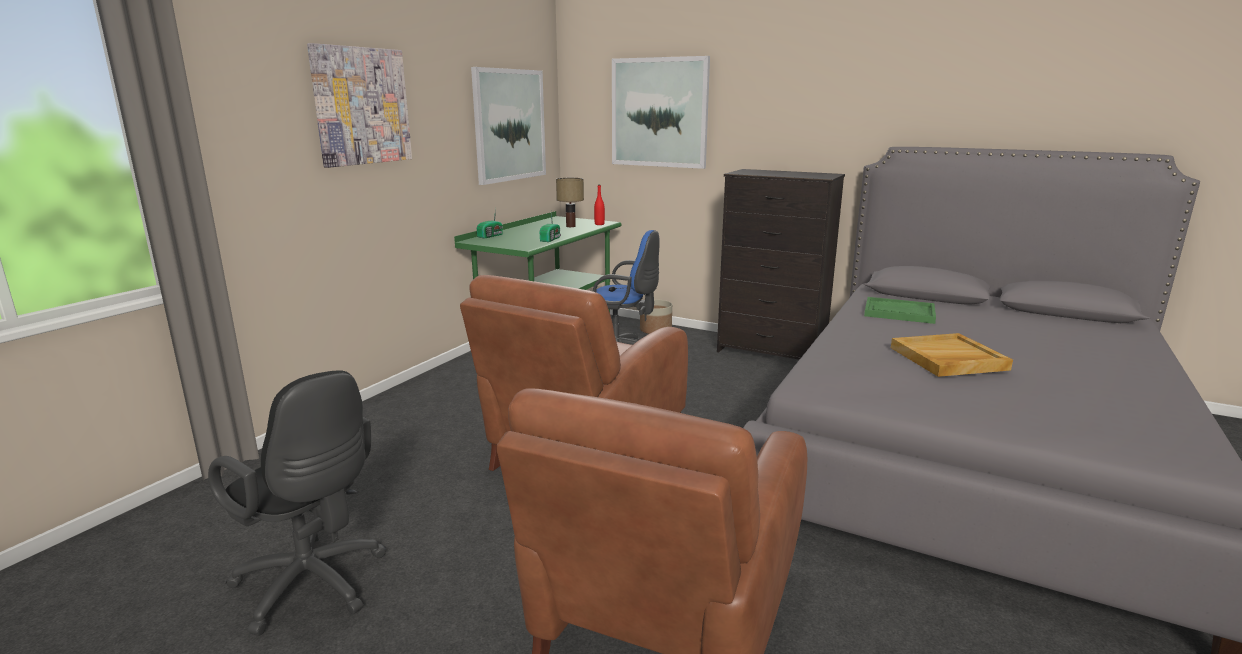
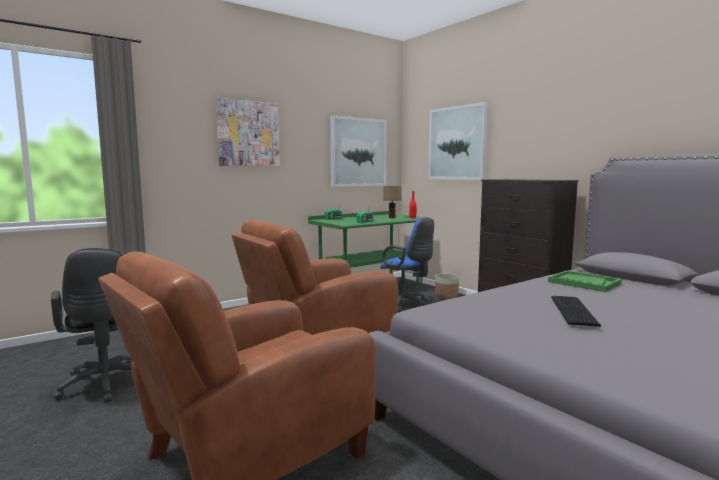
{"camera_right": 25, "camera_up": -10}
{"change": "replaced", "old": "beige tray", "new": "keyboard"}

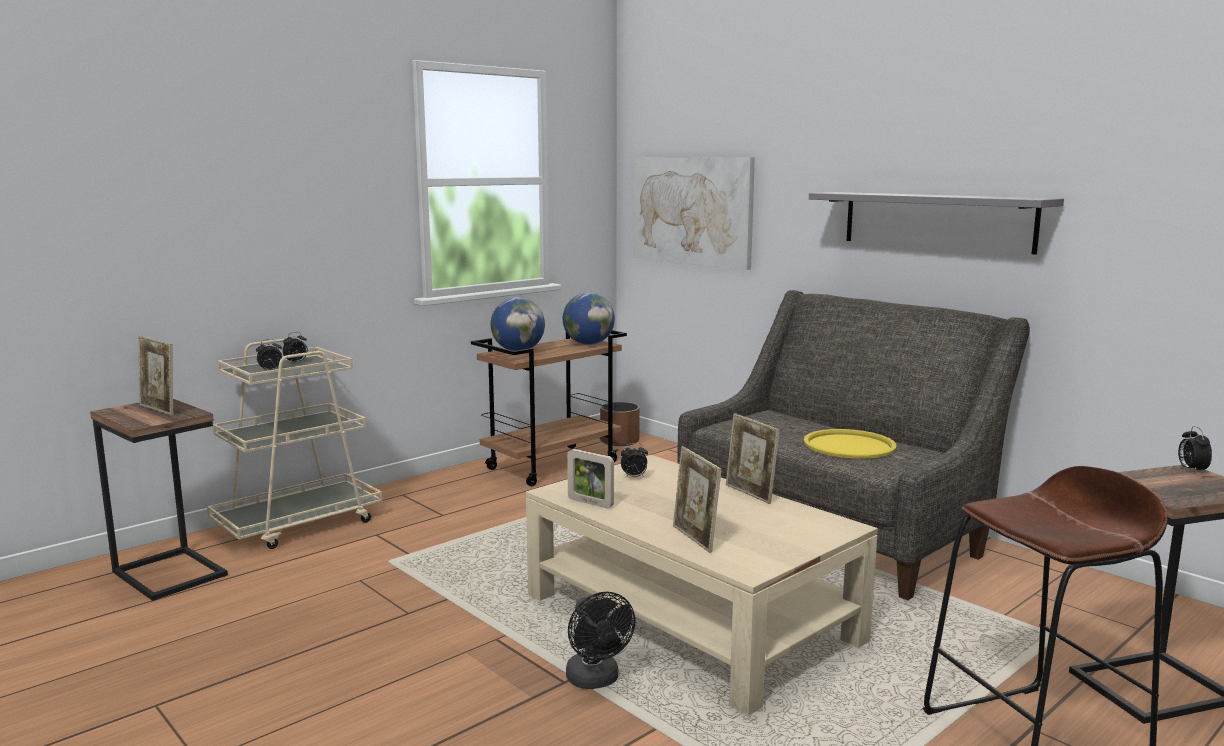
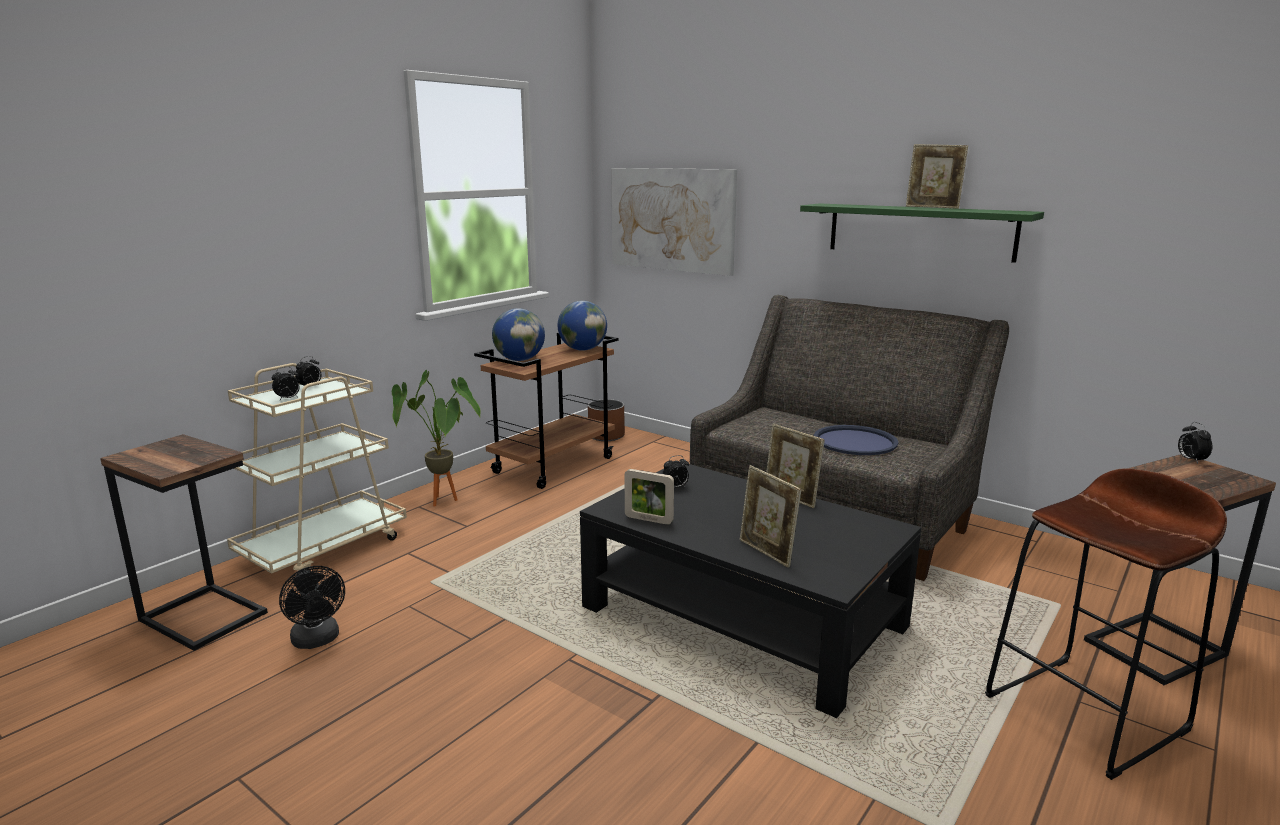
{"camera_right": -10, "camera_up": 5}
{"change": "moved", "old": "picture frame (1st from left in the first image)", "new": "picture frame (4th from left)"}
{"change": "recoloured", "old": "beige coffee table", "new": "black coffee table"}
{"change": "moved", "old": "black fan"}
{"change": "recoloured", "old": "yellow tray", "new": "blue tray"}
{"change": "recoloured", "old": "grey shelf", "new": "green shelf"}
{"change": "added", "new": "potted plant"}

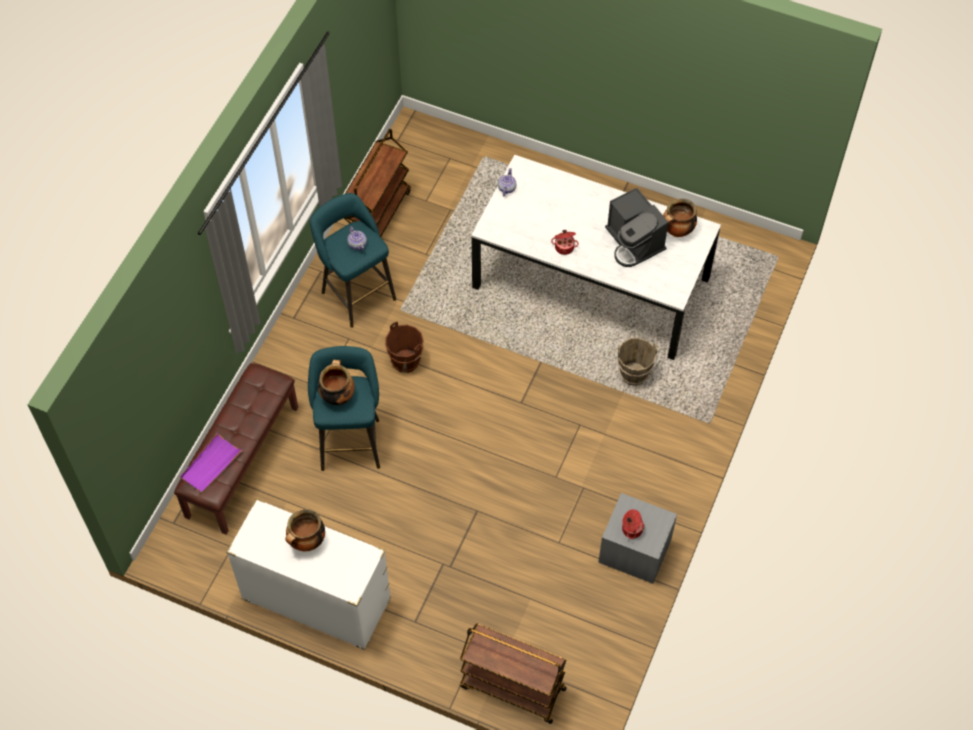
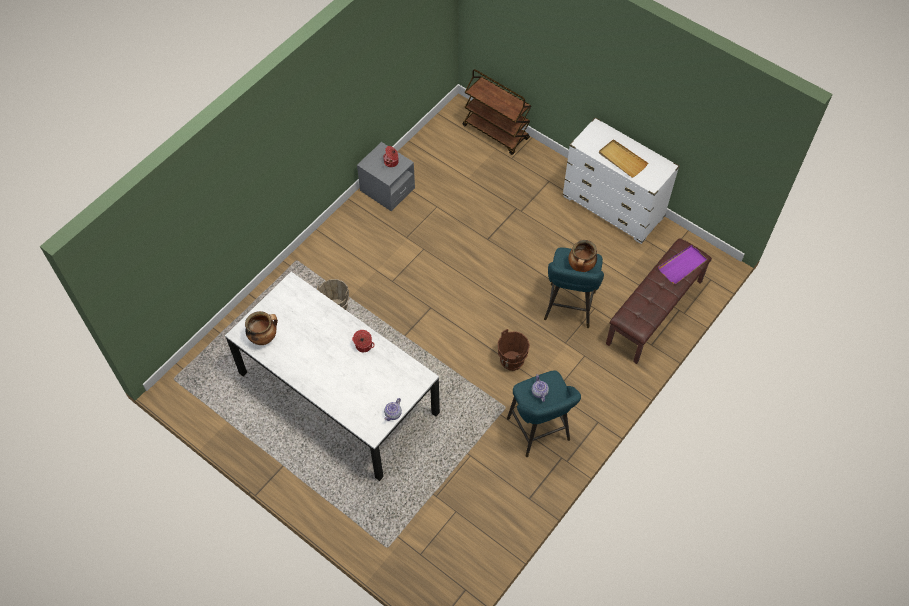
{"camera_right": -165, "camera_up": 0}
{"change": "replaced", "old": "cooking pot (1st from left)", "new": "beige tray"}
{"change": "removed", "old": "brown cart (1st from left)"}
{"change": "removed", "old": "coffee machine"}

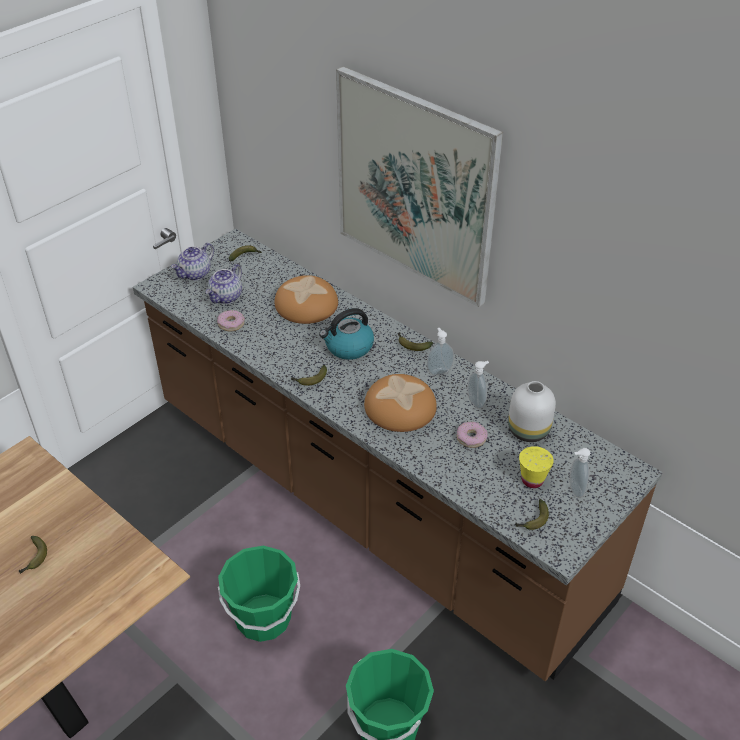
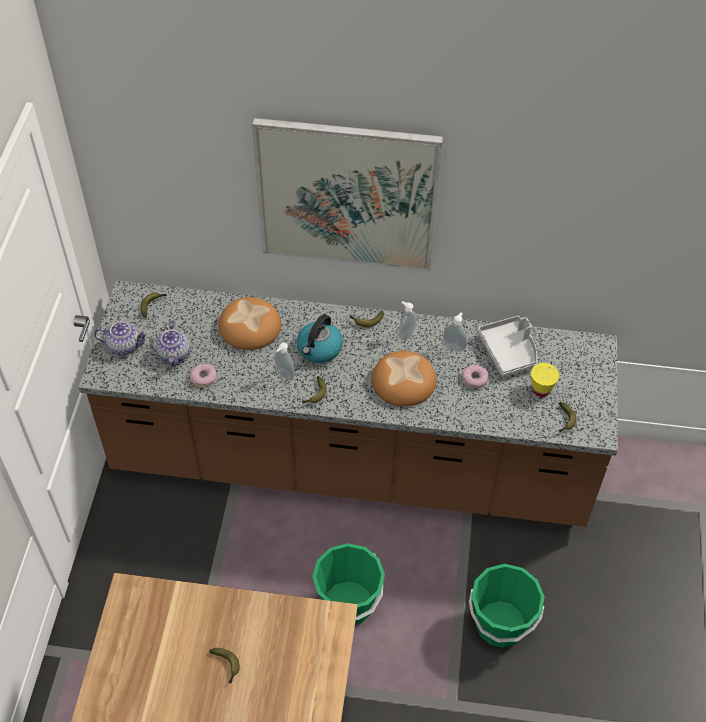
{"camera_right": -35, "camera_up": 10}
{"change": "turned", "old": "teapot (1st from left)", "degrees": -90}
{"change": "replaced", "old": "white vase", "new": "grey tray"}
{"change": "moved", "old": "soap dispenser (3rd from left in the first image)", "new": "soap dispenser (1st from left)"}

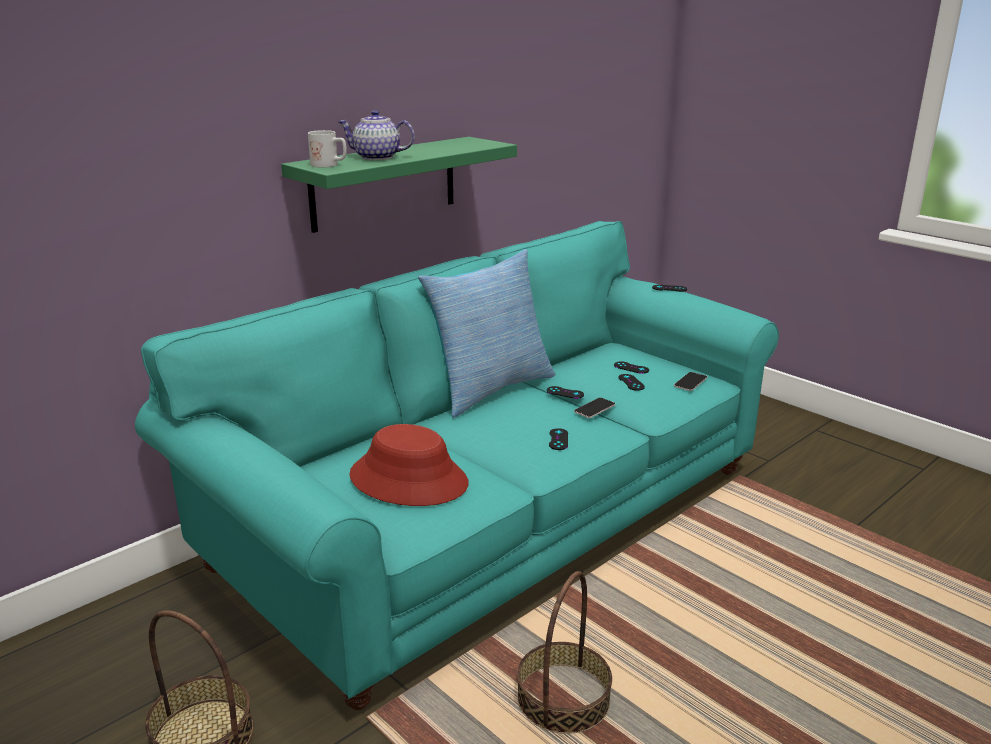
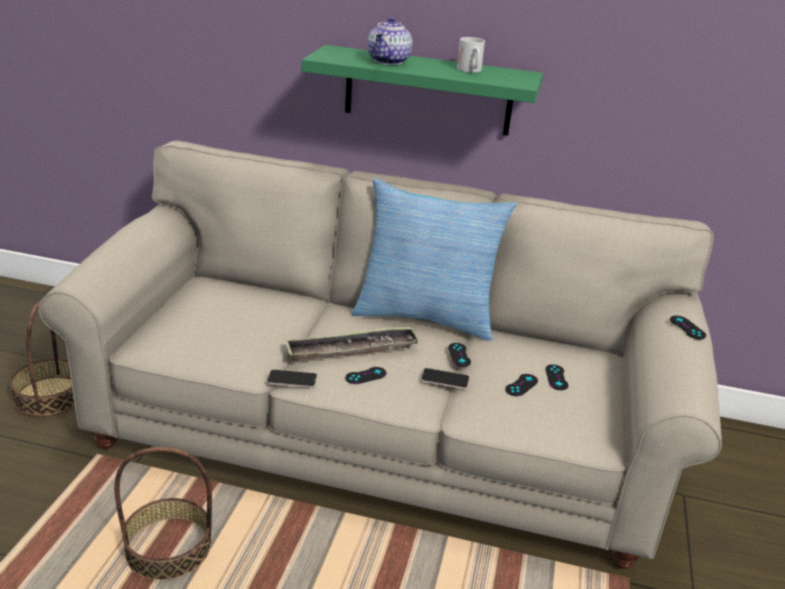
{"camera_right": 55, "camera_up": 5}
{"change": "recoloured", "old": "turquoise sofa", "new": "beige sofa"}
{"change": "moved", "old": "white mug"}
{"change": "turned", "old": "teapot", "degrees": -135}
{"change": "removed", "old": "red hat"}
{"change": "moved", "old": "phone (2nd from left in the first image)", "new": "phone (1st from left)"}
{"change": "added", "new": "tray"}

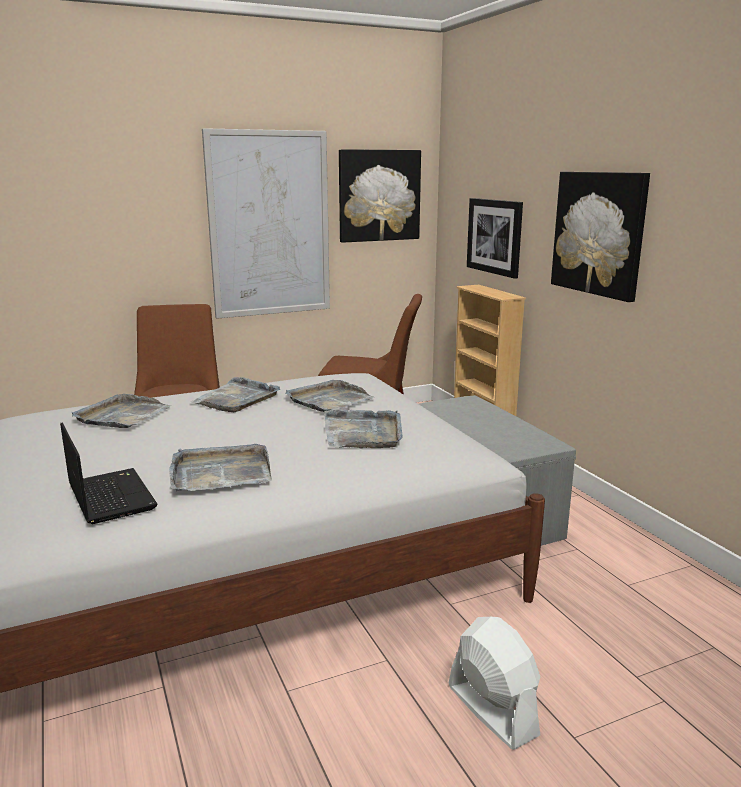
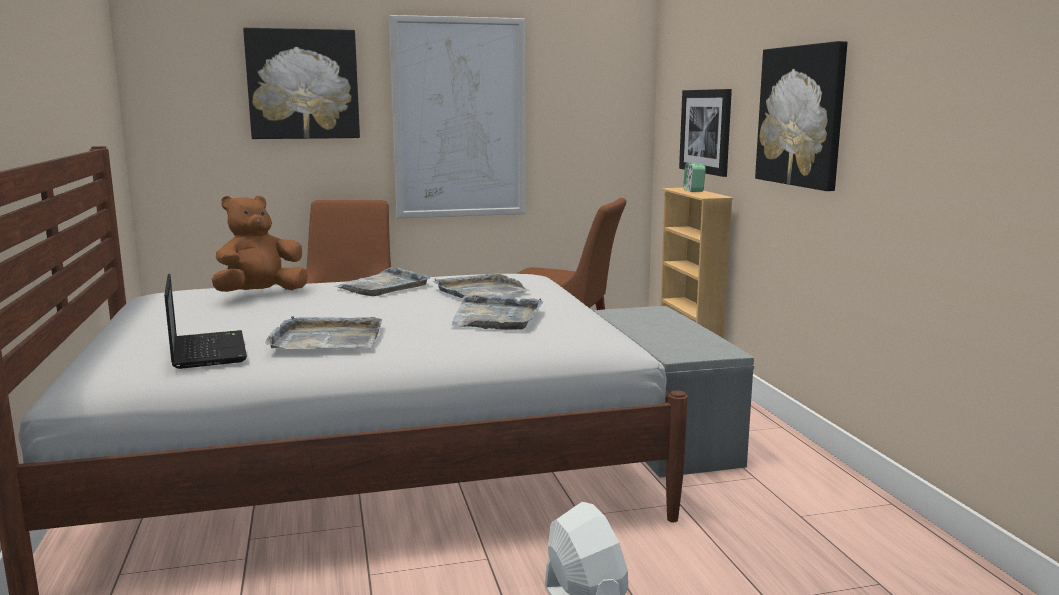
{"camera_right": 10, "camera_up": -5}
{"change": "replaced", "old": "grey tray (1st from left)", "new": "brown plush toy"}
{"change": "moved", "old": "picture (2nd from left in the first image)", "new": "picture (1st from left)"}
{"change": "added", "new": "alarm clock"}

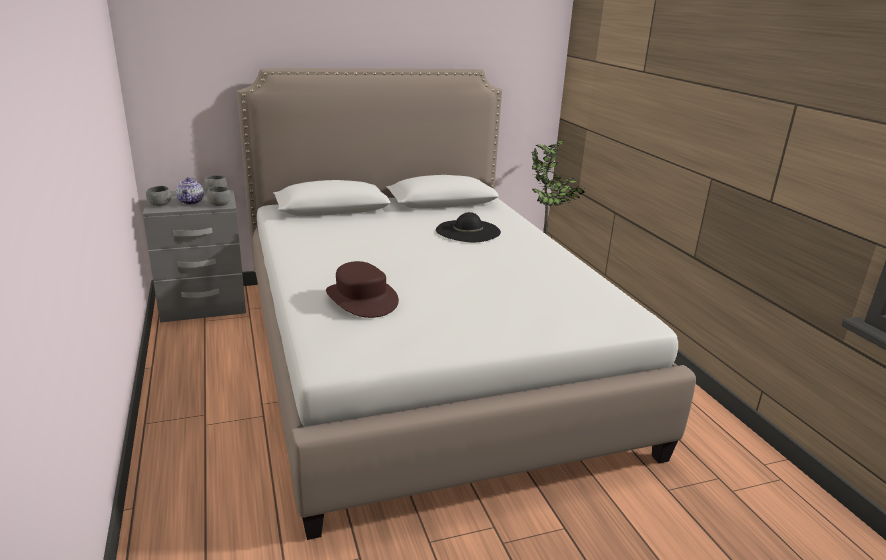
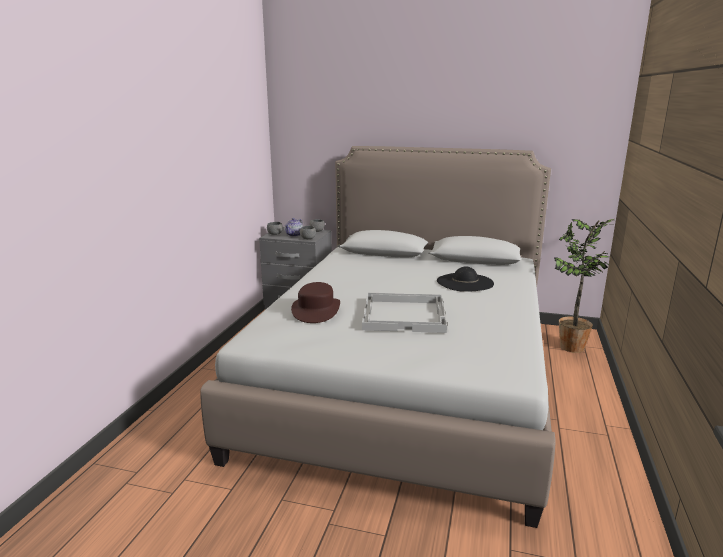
{"camera_right": 35, "camera_up": -5}
{"change": "added", "new": "white tray"}

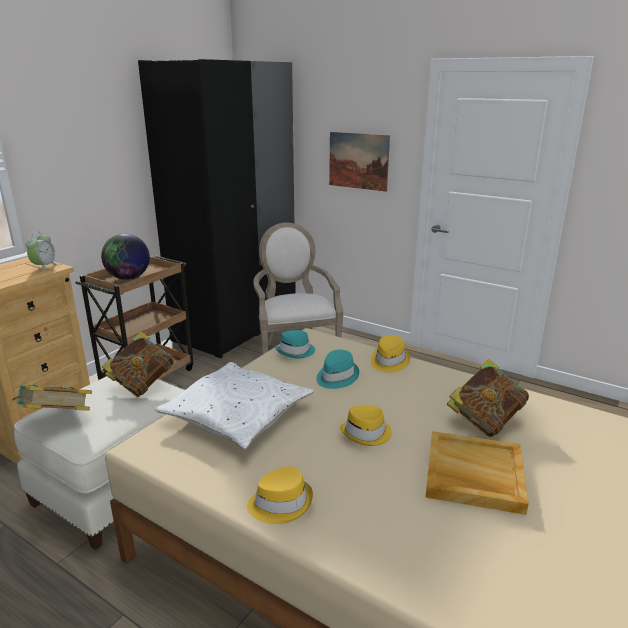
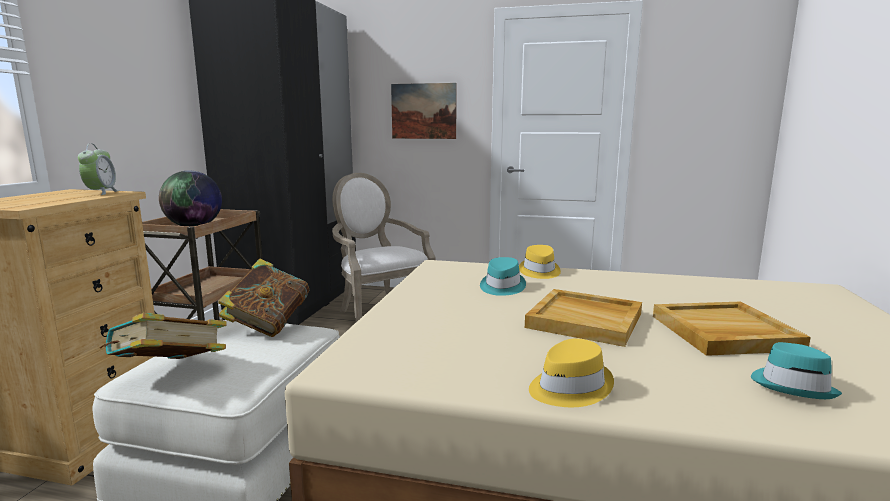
{"camera_right": -20, "camera_up": -10}
{"change": "removed", "old": "white pillow"}
{"change": "moved", "old": "turquoise hat (1st from left in the first image)", "new": "turquoise hat (2nd from left)"}
{"change": "replaced", "old": "yellow hat (2nd from left)", "new": "beige tray (1st from left)"}
{"change": "removed", "old": "book (3rd from left)"}

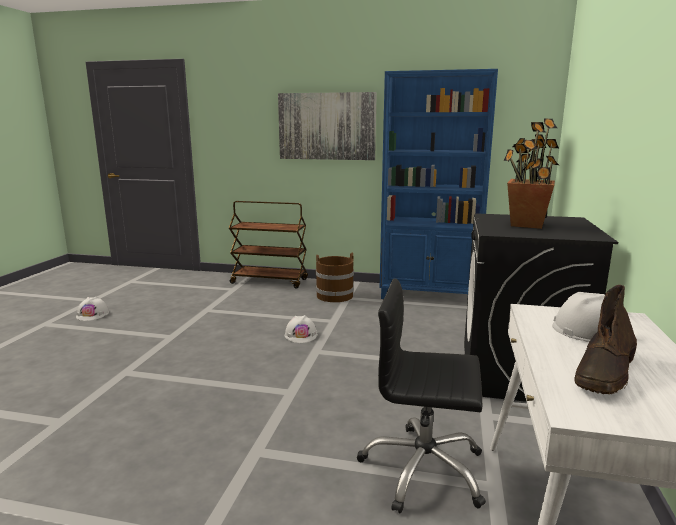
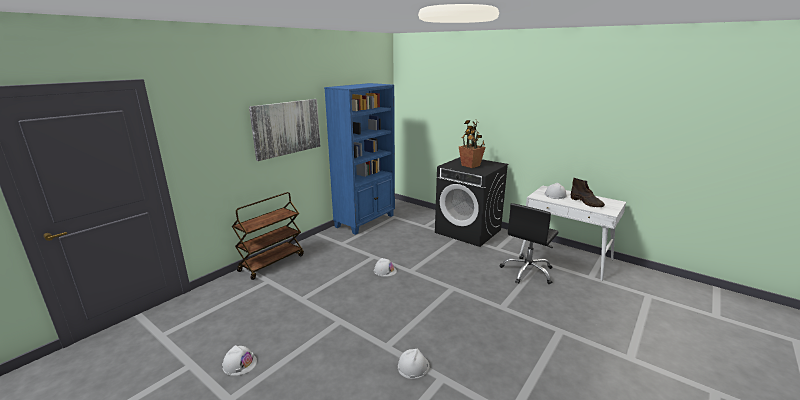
{"camera_right": -65, "camera_up": 5}
{"change": "removed", "old": "brown bucket"}
{"change": "added", "new": "white hard hat (3rd from left)"}

